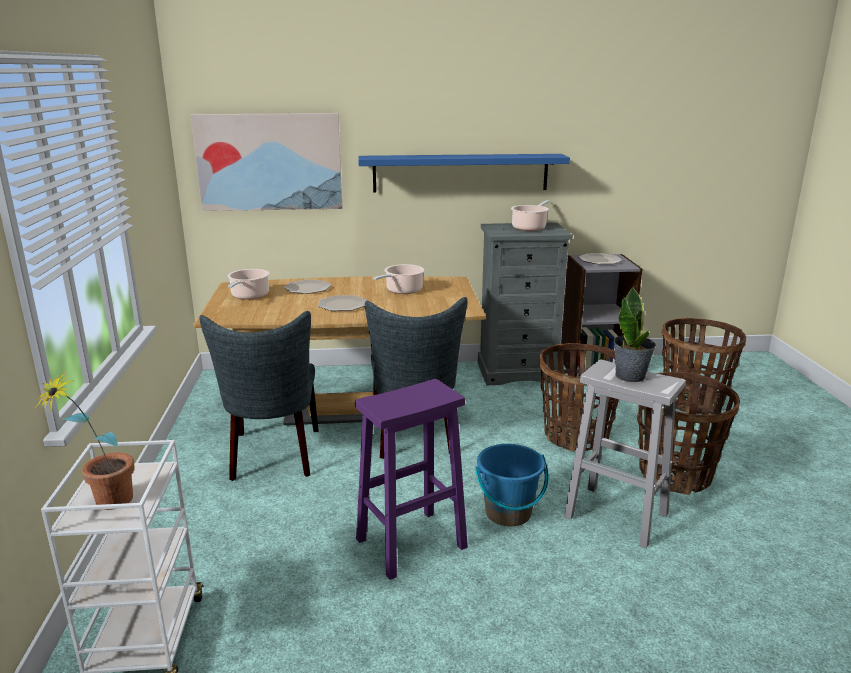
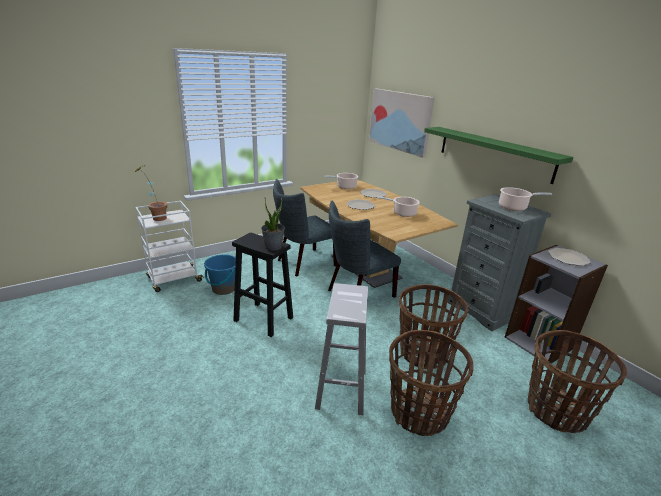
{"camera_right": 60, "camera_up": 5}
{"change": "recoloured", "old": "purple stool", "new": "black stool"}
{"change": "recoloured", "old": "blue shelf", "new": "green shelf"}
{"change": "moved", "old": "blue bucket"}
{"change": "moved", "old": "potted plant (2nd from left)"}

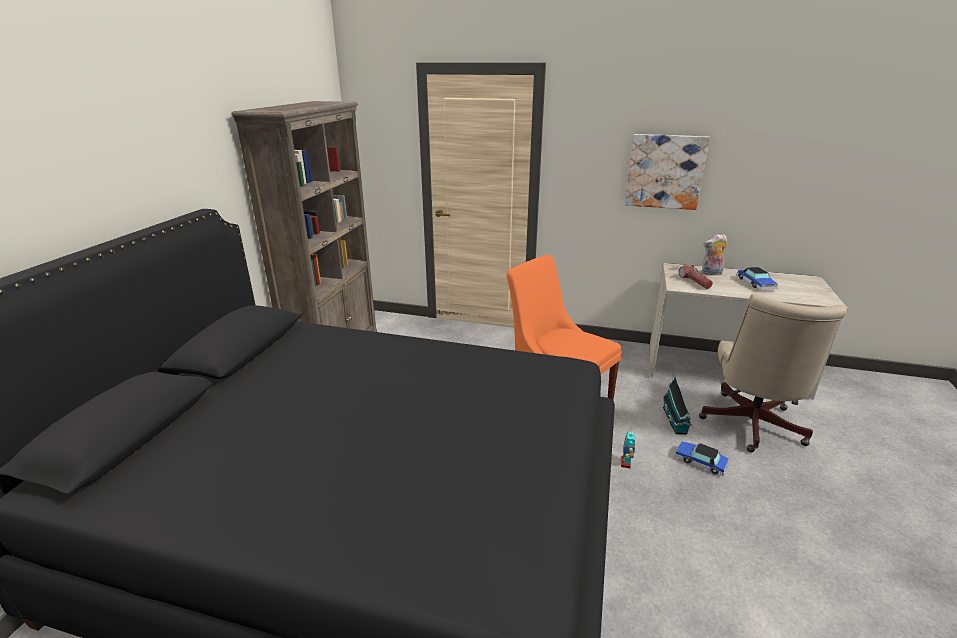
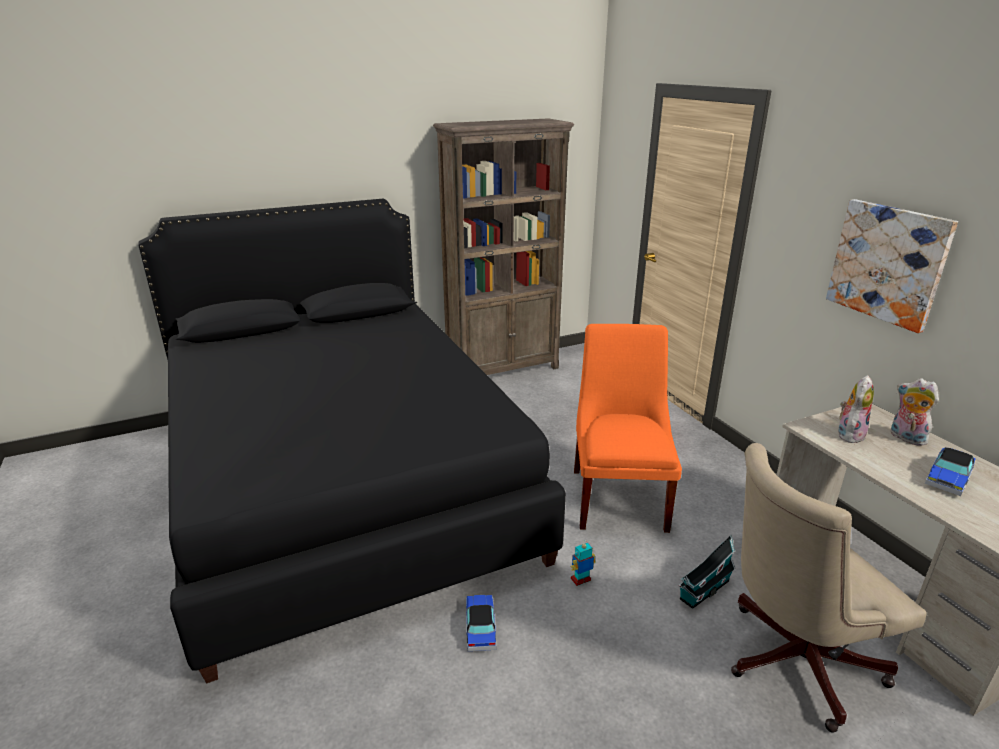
{"camera_right": 50, "camera_up": 0}
{"change": "moved", "old": "toy car (1st from left)"}
{"change": "replaced", "old": "flashlight", "new": "plush toy (1st from left)"}

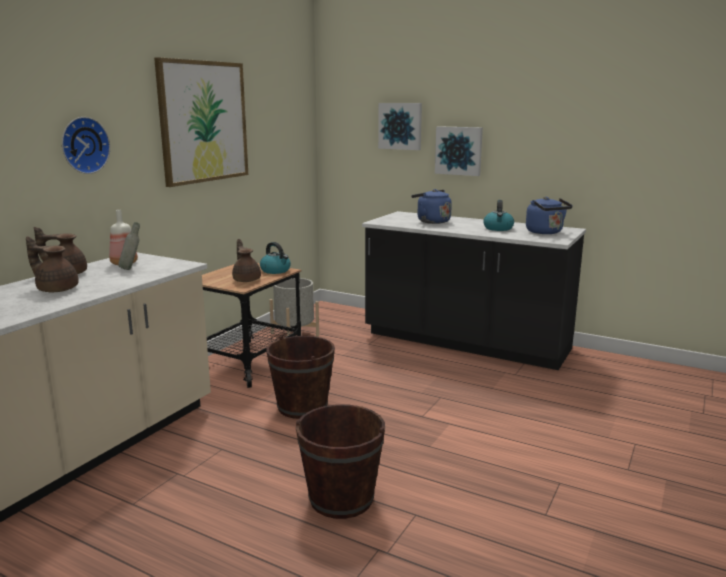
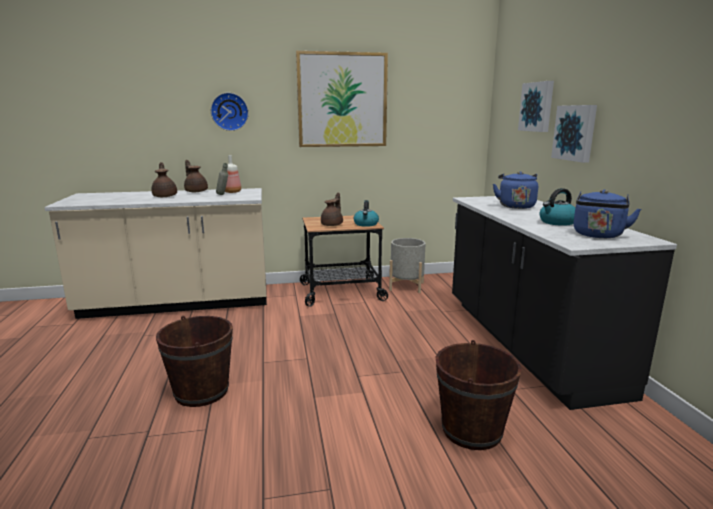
{"camera_right": 50, "camera_up": 0}
{"change": "moved", "old": "brown bucket (1st from left in the first image)", "new": "brown bucket (2nd from left)"}

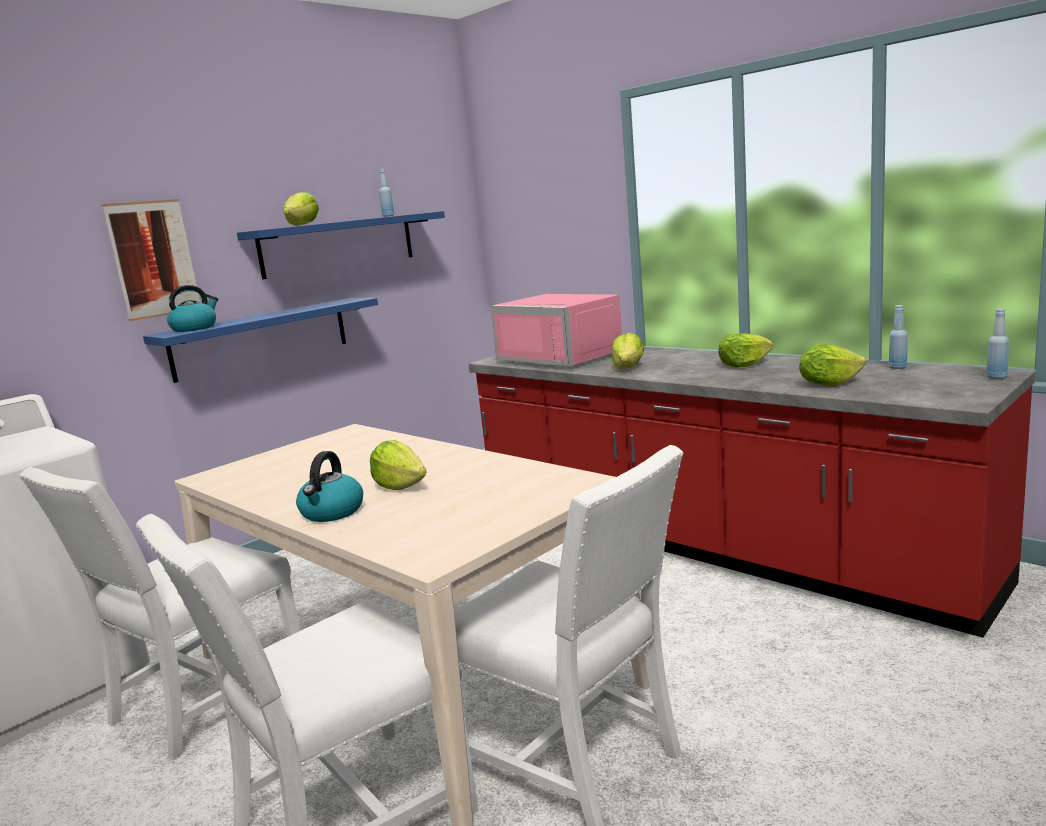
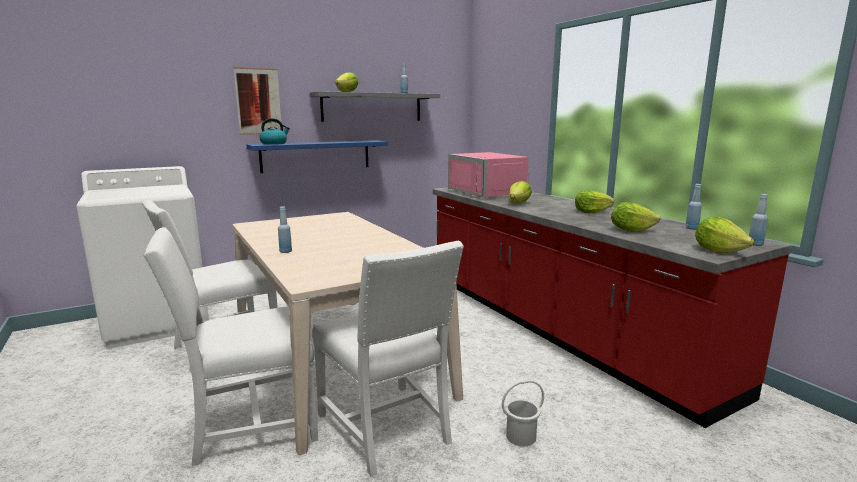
{"camera_right": 15, "camera_up": 0}
{"change": "recoloured", "old": "blue shelf (2nd from left)", "new": "grey shelf"}
{"change": "replaced", "old": "kettle (2nd from left)", "new": "blue bottle (1st from left)"}
{"change": "moved", "old": "lettuce (2nd from left in the first image)", "new": "lettuce (5th from left)"}
{"change": "added", "new": "white bucket"}

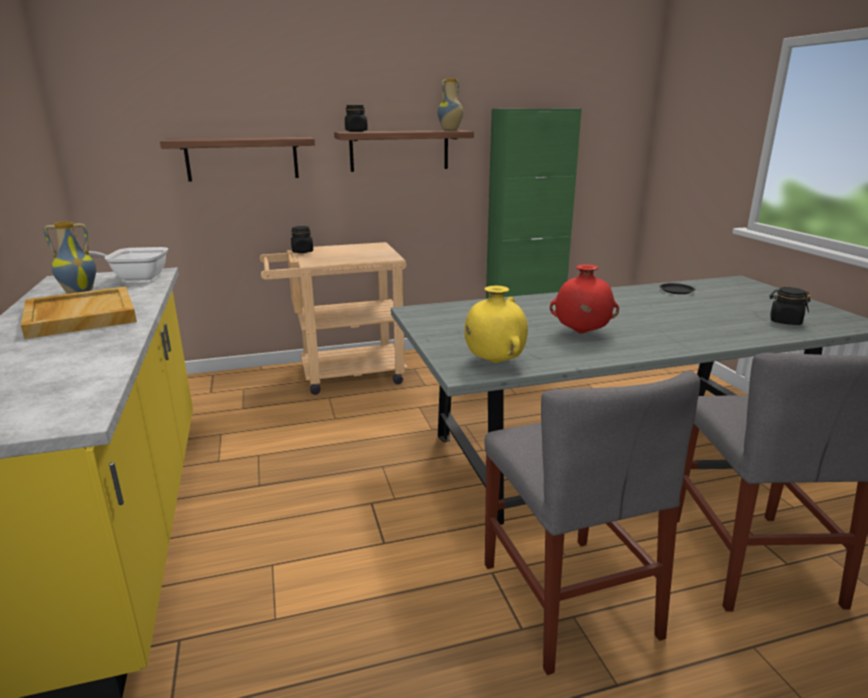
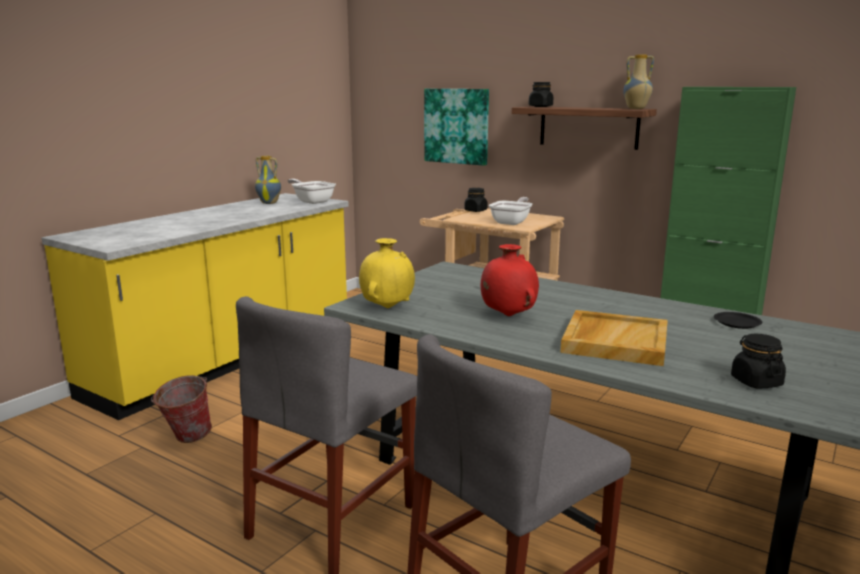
{"camera_right": 50, "camera_up": -5}
{"change": "moved", "old": "beige tray"}
{"change": "replaced", "old": "shelf (1st from left)", "new": "picture"}
{"change": "added", "new": "bucket"}
{"change": "added", "new": "frying pan (2nd from left)"}

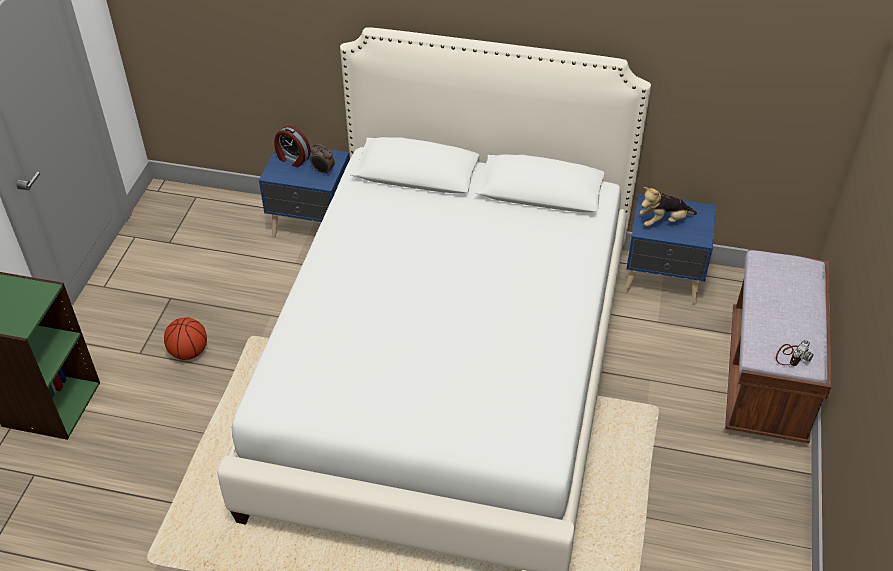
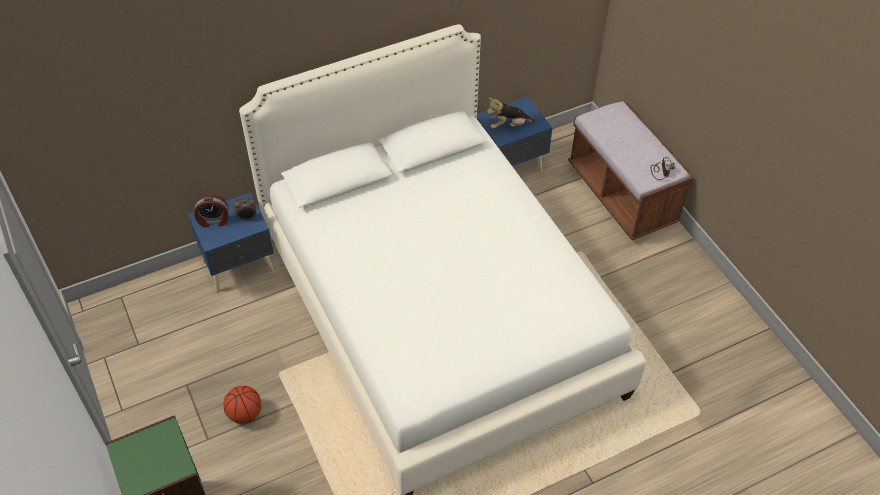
{"camera_right": -40, "camera_up": 5}
{"change": "turned", "old": "plush toy", "degrees": 45}

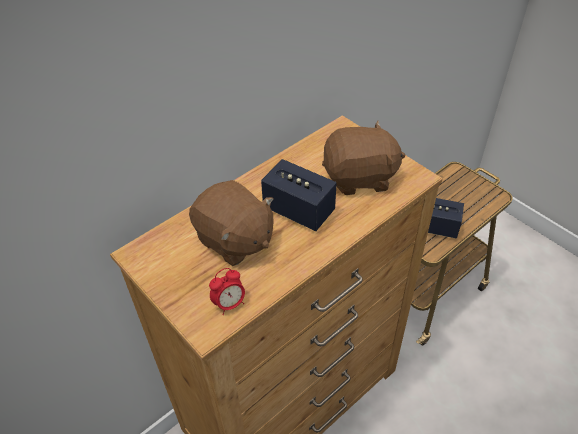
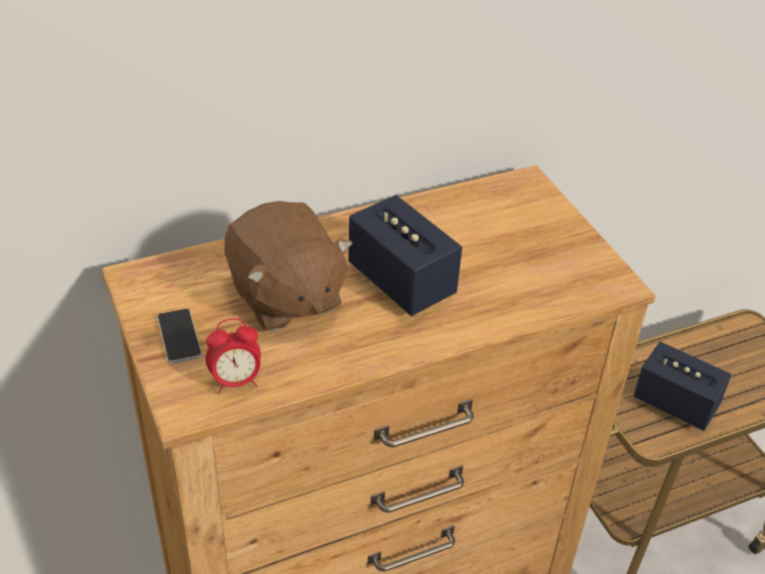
{"camera_right": 15, "camera_up": -5}
{"change": "removed", "old": "brown plush toy (2nd from left)"}
{"change": "added", "new": "phone"}

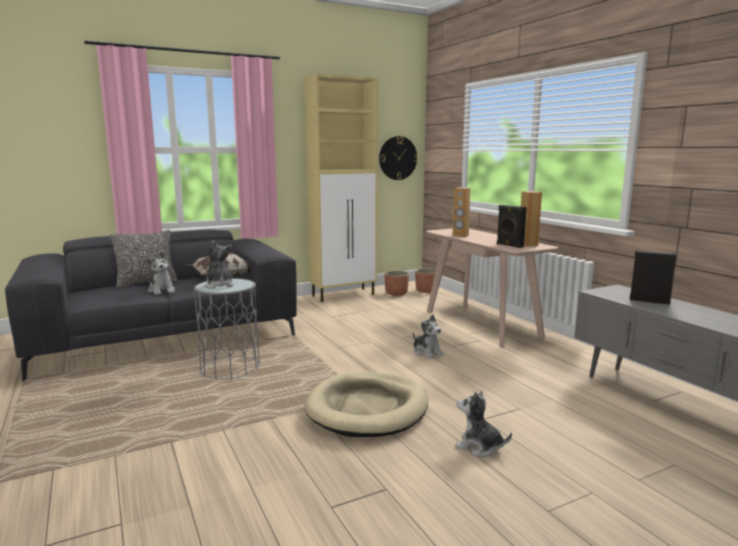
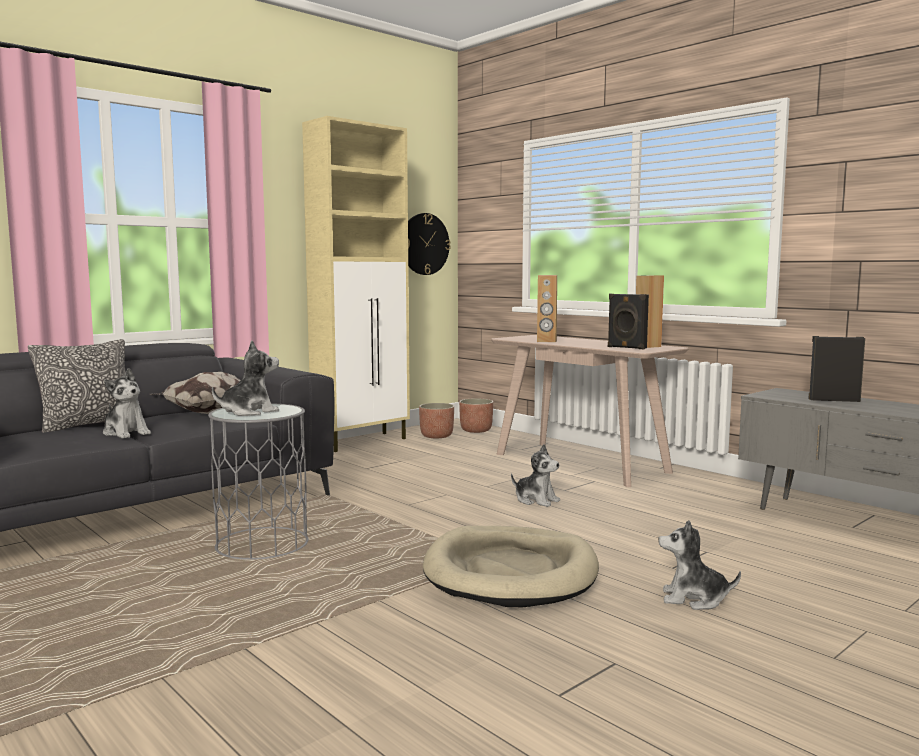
{"camera_right": -15, "camera_up": -5}
{"change": "turned", "old": "plush toy (2nd from left)", "degrees": 90}

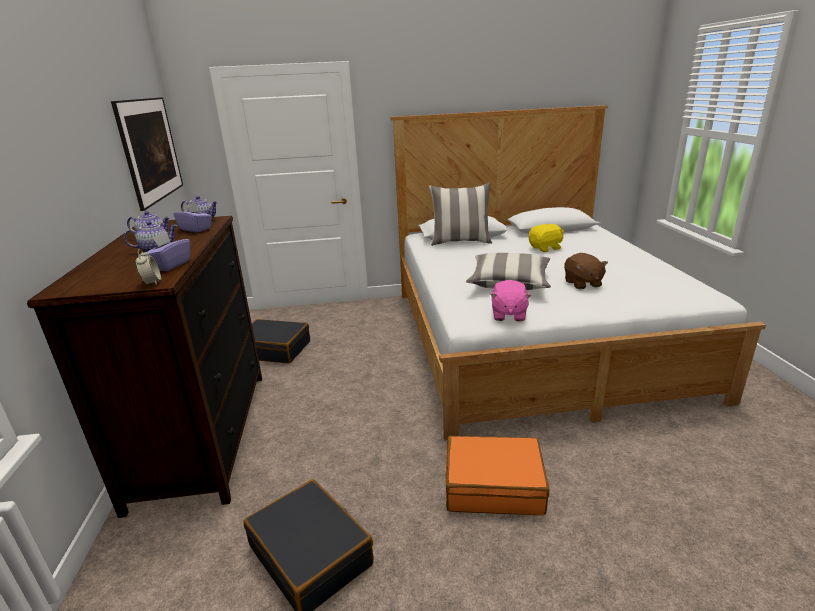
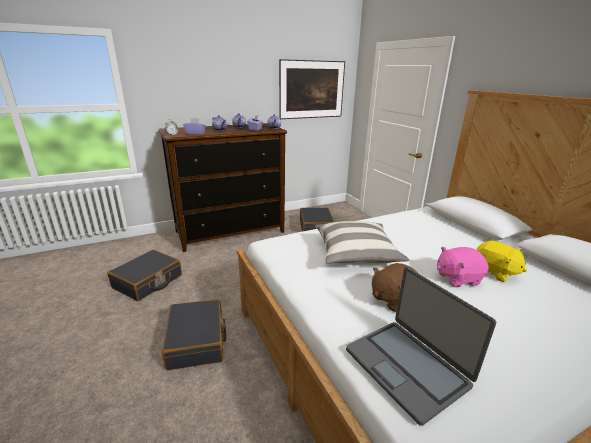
{"camera_right": 70, "camera_up": 0}
{"change": "removed", "old": "pillow (1st from left)"}
{"change": "recoloured", "old": "orange suitcase", "new": "black suitcase (2nd from left)"}
{"change": "moved", "old": "pink plush toy"}
{"change": "added", "new": "laptop"}

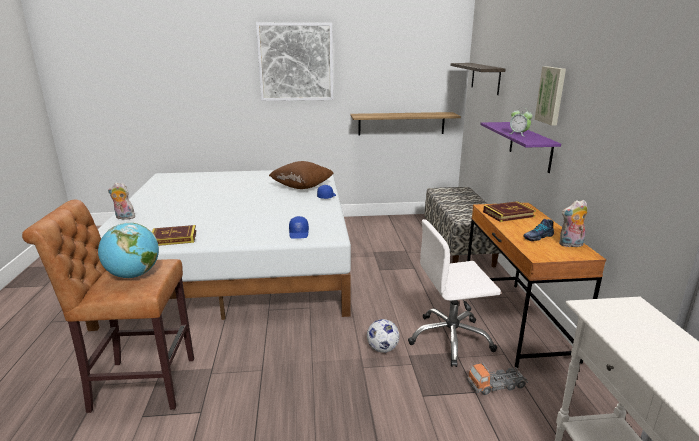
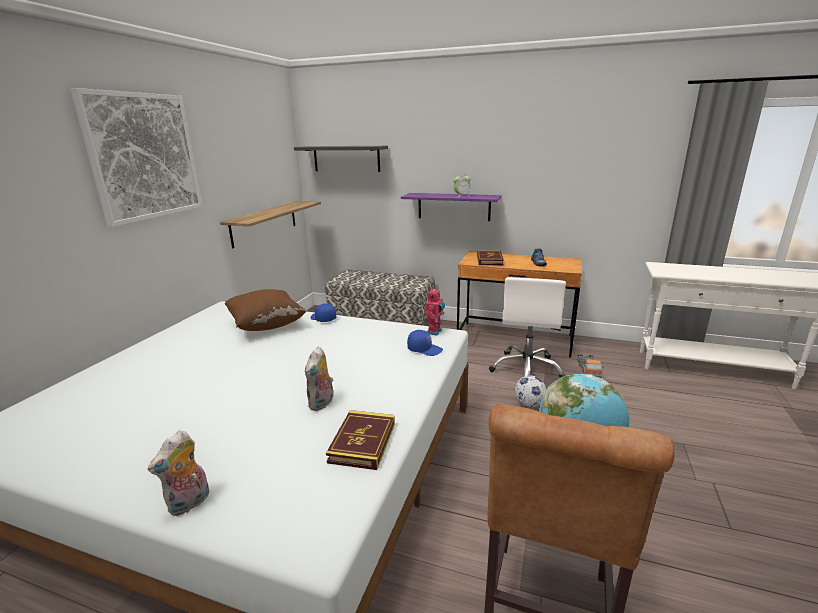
{"camera_right": -65, "camera_up": 0}
{"change": "removed", "old": "picture (2nd from left)"}
{"change": "moved", "old": "plush toy (2nd from left)"}
{"change": "added", "new": "toy robot"}

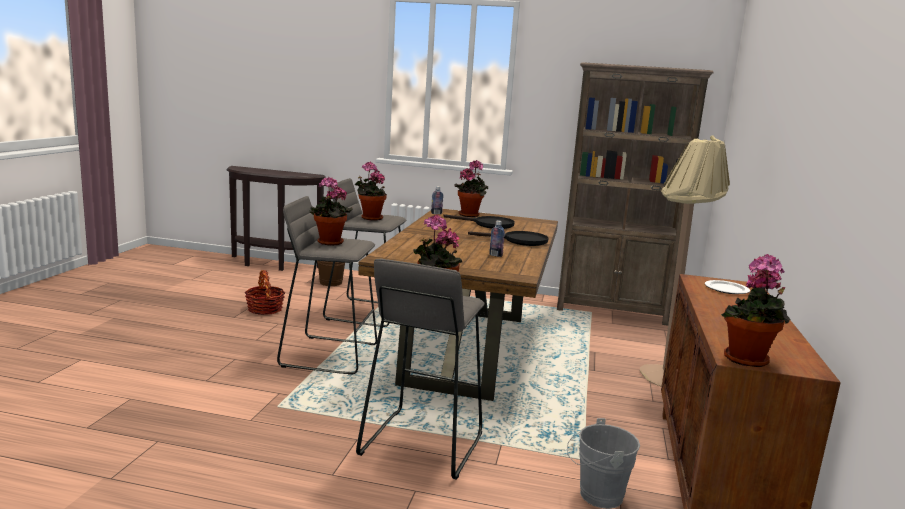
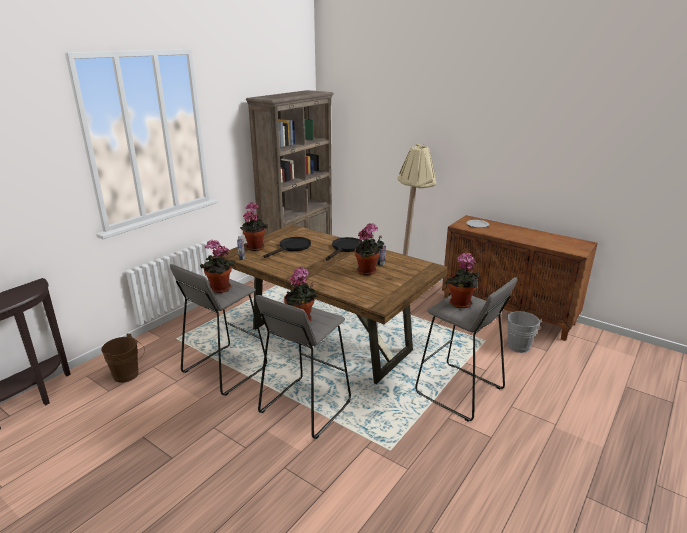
{"camera_right": -65, "camera_up": 10}
{"change": "removed", "old": "basket"}
{"change": "moved", "old": "potted plant (5th from left in the first image)", "new": "potted plant (4th from left)"}

